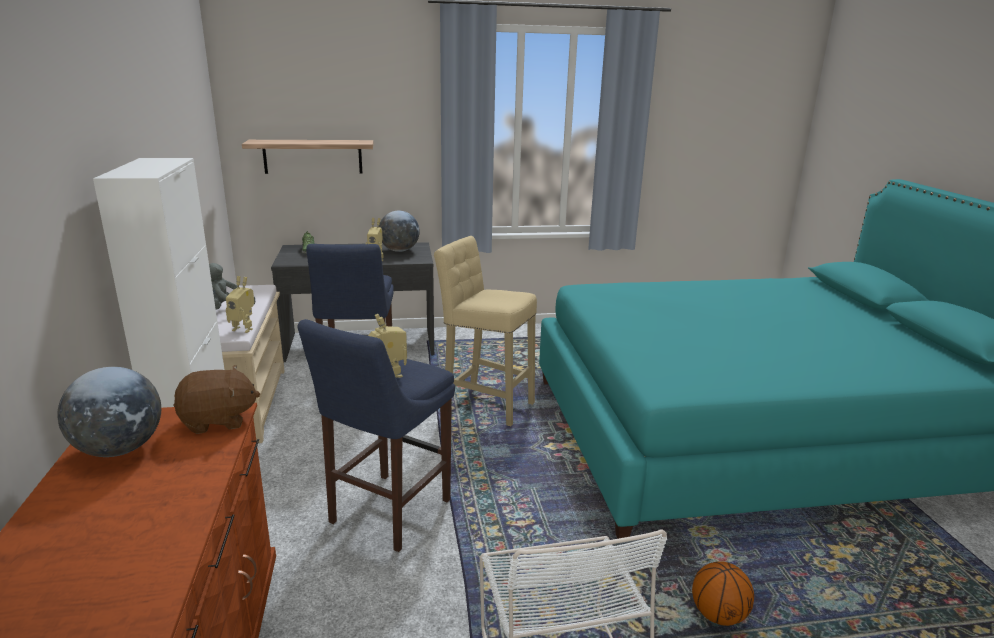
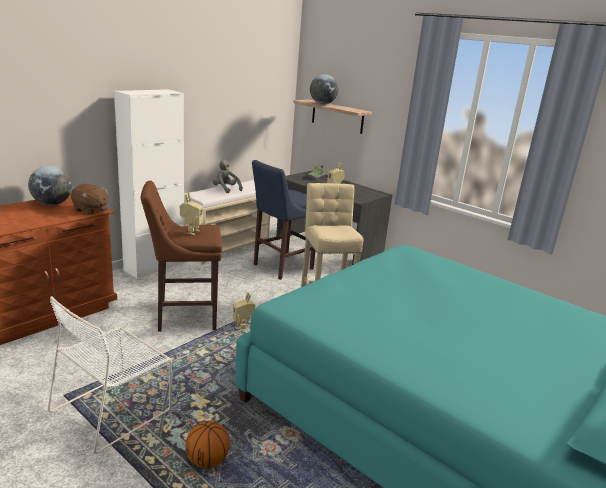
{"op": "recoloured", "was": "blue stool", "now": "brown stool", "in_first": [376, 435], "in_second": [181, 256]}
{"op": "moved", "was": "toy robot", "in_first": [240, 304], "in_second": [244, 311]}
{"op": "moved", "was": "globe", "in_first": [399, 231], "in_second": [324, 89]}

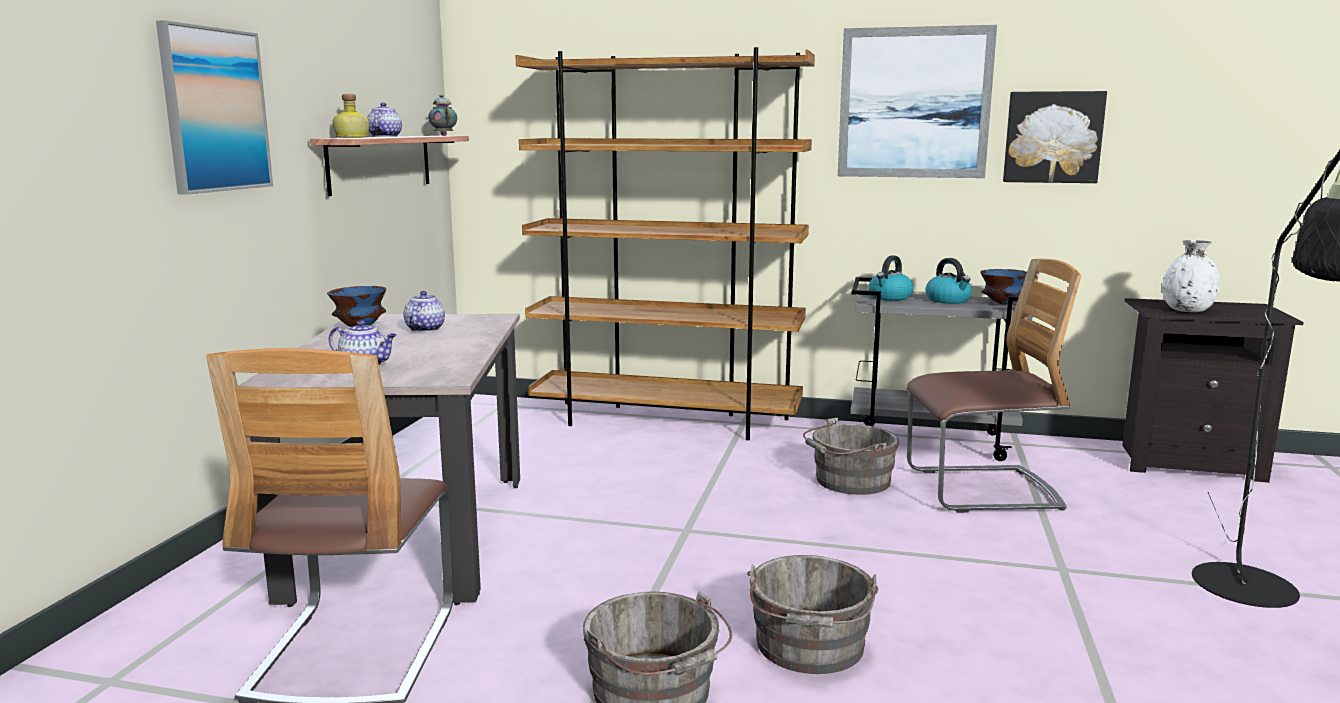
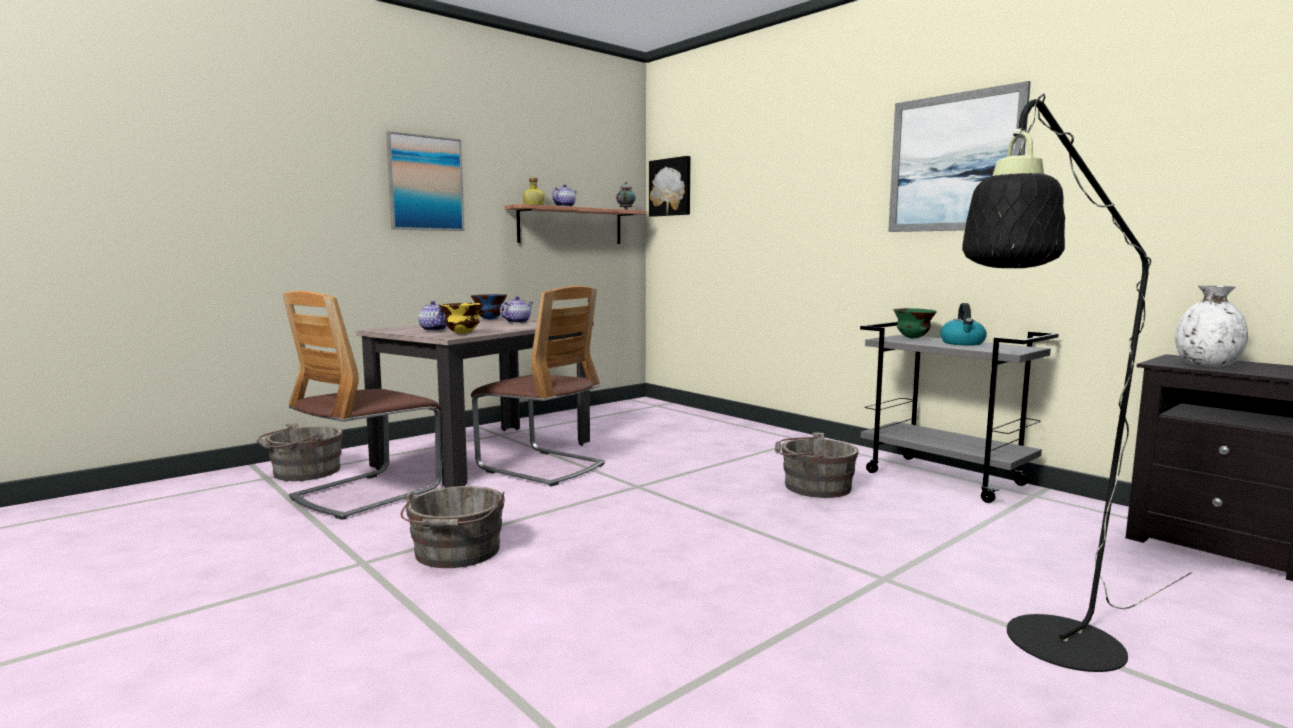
{"op": "moved", "was": "grey bucket", "in_first": [812, 614], "in_second": [300, 451]}
{"op": "added", "now": "yellow bowl", "in_second": [461, 318]}
{"op": "moved", "was": "chair", "in_first": [993, 386], "in_second": [538, 386]}
{"op": "moved", "was": "picture", "in_first": [1055, 137], "in_second": [670, 186]}
{"op": "replaced", "was": "kettle", "now": "green bowl", "in_first": [890, 278], "in_second": [915, 323]}
{"op": "removed", "was": "brown bookcase", "in_first": [665, 243]}
{"op": "removed", "was": "blue bowl", "in_first": [1003, 286]}

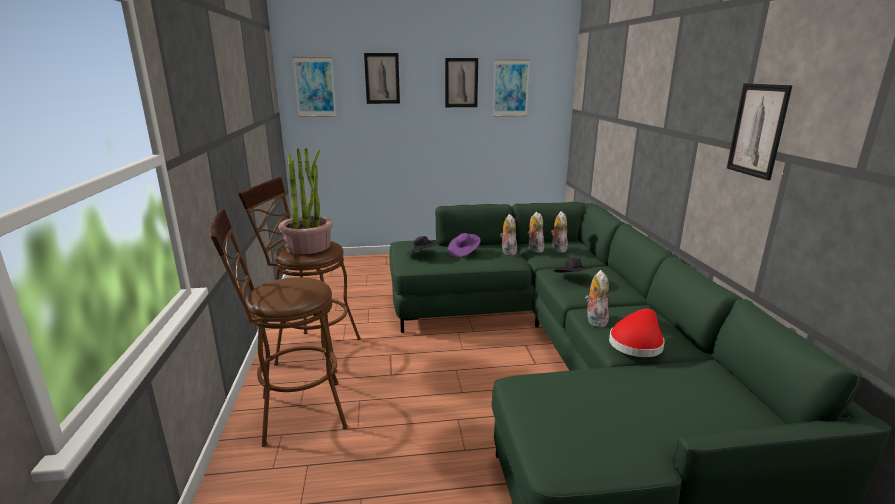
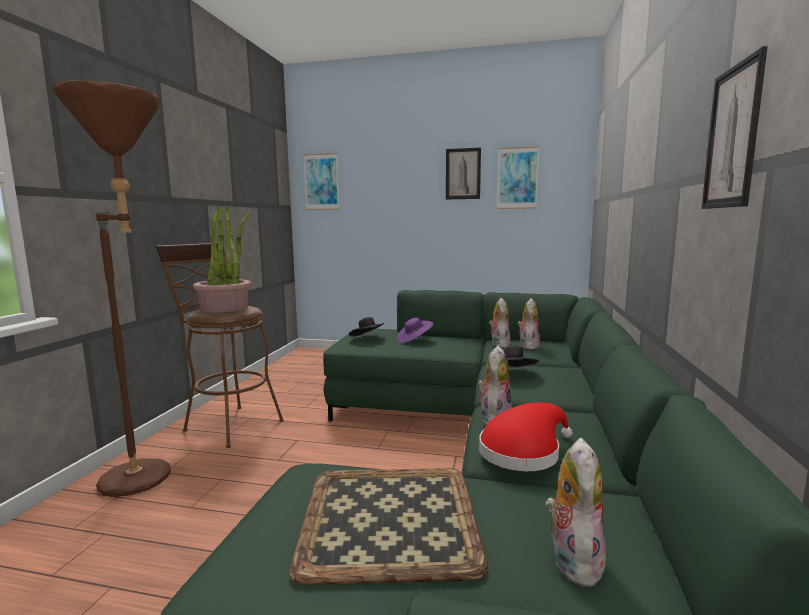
{"op": "replaced", "was": "brown stool", "now": "brown floor lamp", "in_first": [279, 328], "in_second": [111, 289]}
{"op": "added", "now": "tray", "in_second": [388, 526]}
{"op": "moved", "was": "plush toy", "in_first": [508, 235], "in_second": [576, 512]}
{"op": "removed", "was": "picture", "in_first": [382, 78]}

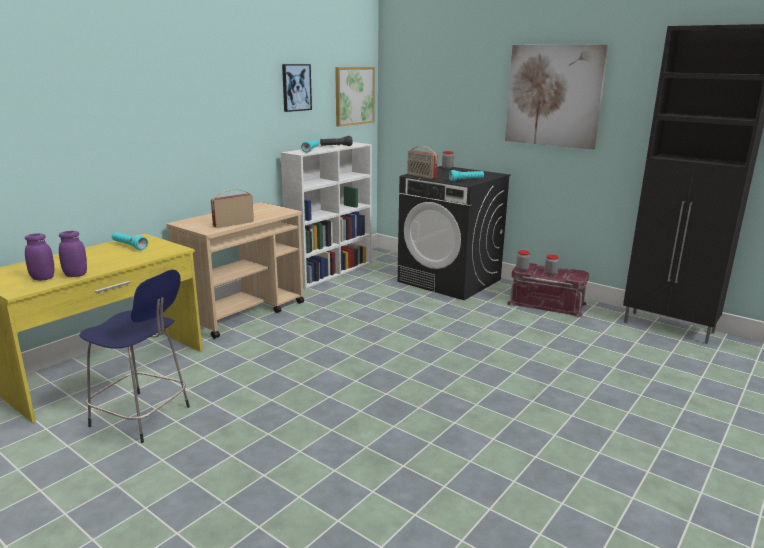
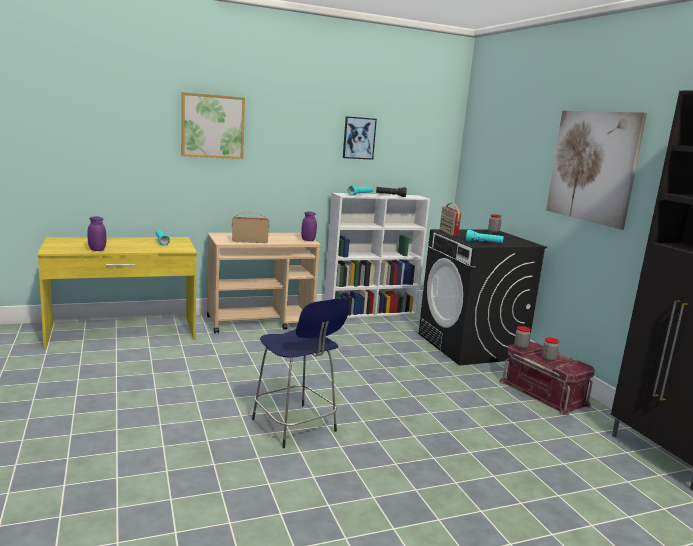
{"op": "moved", "was": "picture", "in_first": [355, 97], "in_second": [213, 125]}
{"op": "moved", "was": "blue stool", "in_first": [134, 356], "in_second": [301, 373]}
{"op": "moved", "was": "purple jar", "in_first": [39, 257], "in_second": [309, 226]}

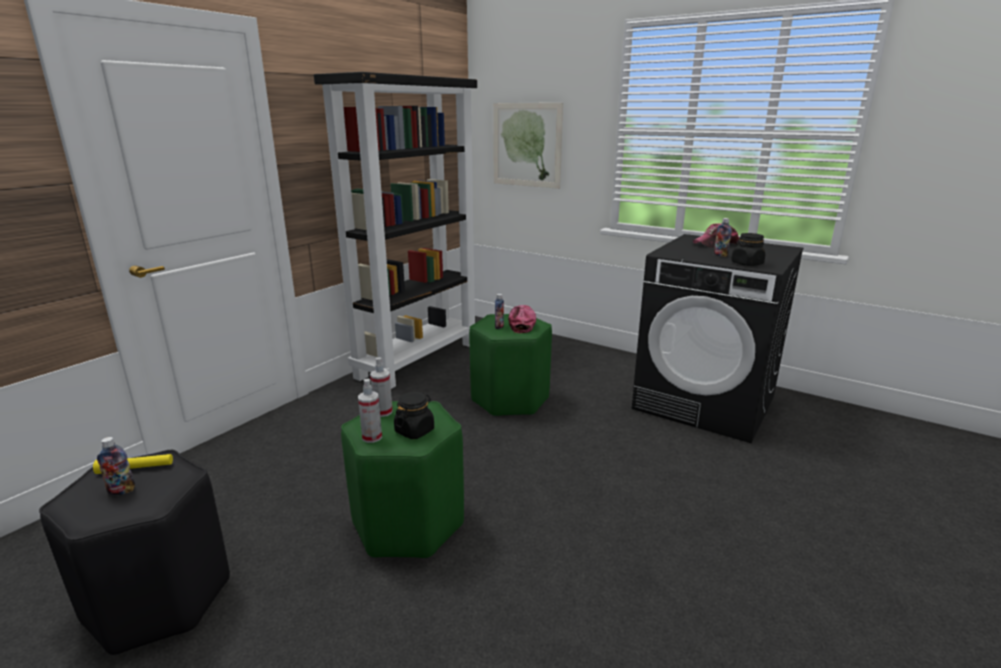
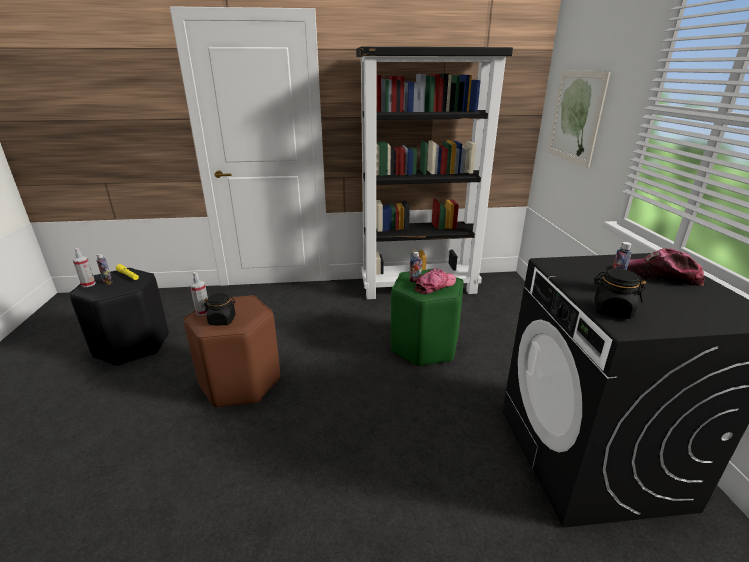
{"op": "moved", "was": "spray bottle", "in_first": [381, 387], "in_second": [84, 267]}
{"op": "recoloured", "was": "green stool", "now": "brown stool", "in_first": [402, 480], "in_second": [232, 351]}

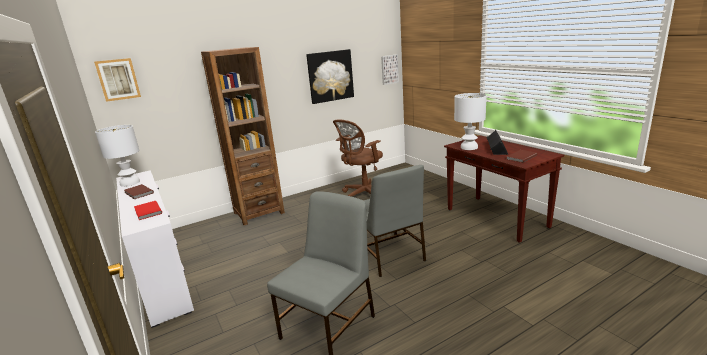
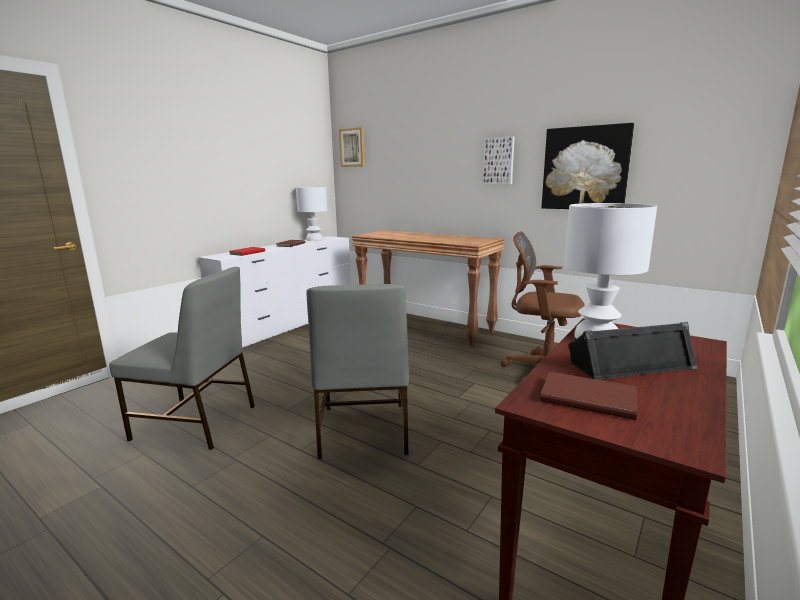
{"op": "turned", "was": "grey chair", "in_first": [394, 221], "in_second": [357, 371], "clockwise": -45}
{"op": "replaced", "was": "brown bookcase", "now": "brown console table", "in_first": [243, 136], "in_second": [428, 288]}
{"op": "moved", "was": "picture", "in_first": [390, 69], "in_second": [499, 160]}

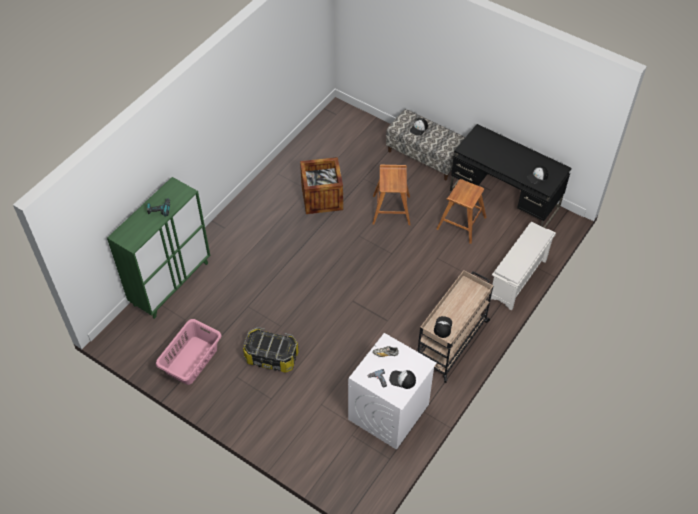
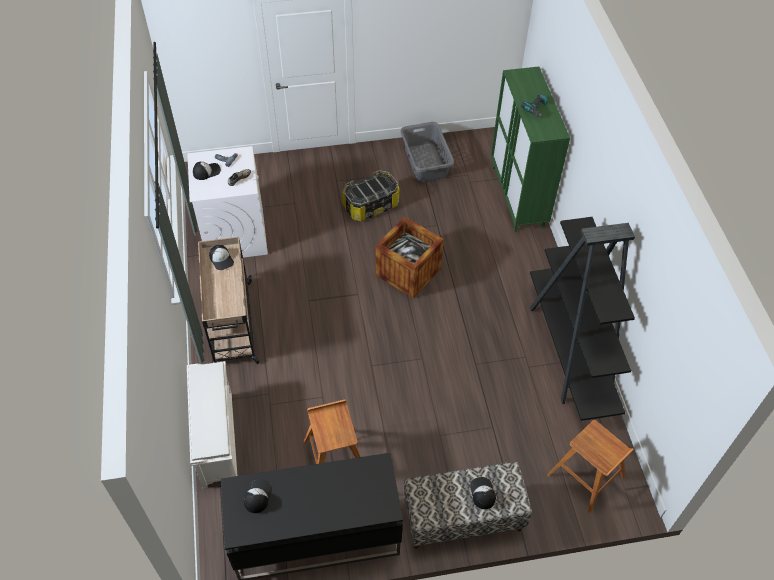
{"op": "moved", "was": "crate", "in_first": [321, 185], "in_second": [409, 258]}
{"op": "recoloured", "was": "pink laundry basket", "now": "grey laundry basket", "in_first": [189, 352], "in_second": [427, 152]}
{"op": "added", "now": "black bookcase", "in_second": [582, 319]}
{"op": "moved", "was": "brown stool", "in_first": [391, 195], "in_second": [590, 466]}

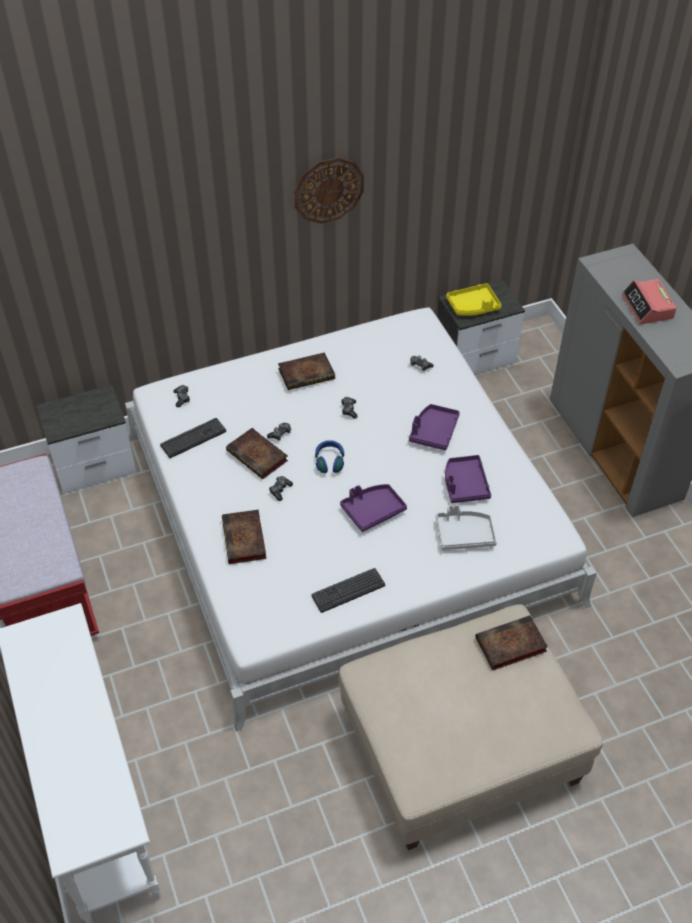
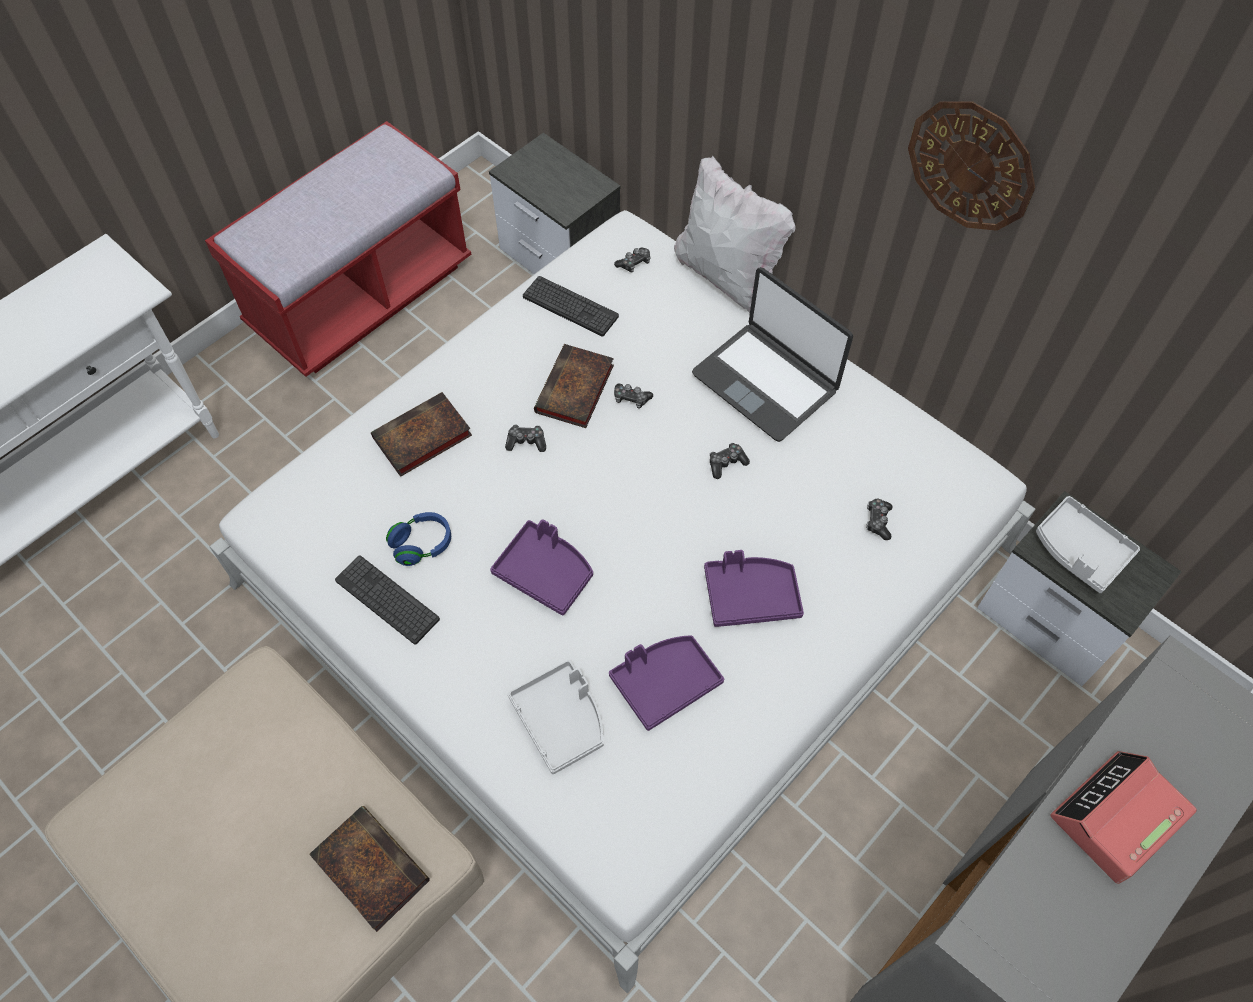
{"op": "moved", "was": "blue headphones", "in_first": [329, 456], "in_second": [418, 539]}
{"op": "added", "now": "white pillow", "in_second": [735, 234]}
{"op": "replaced", "was": "book", "now": "laptop", "in_first": [306, 371], "in_second": [772, 354]}
{"op": "recoloured", "was": "yellow tray", "now": "grey tray", "in_first": [474, 299], "in_second": [1088, 544]}

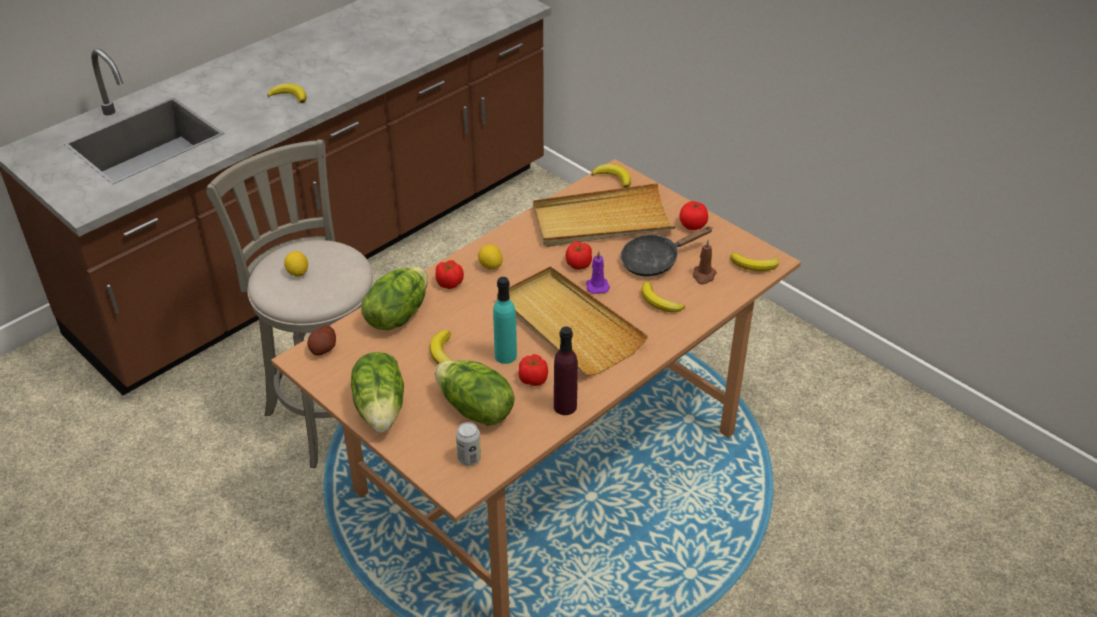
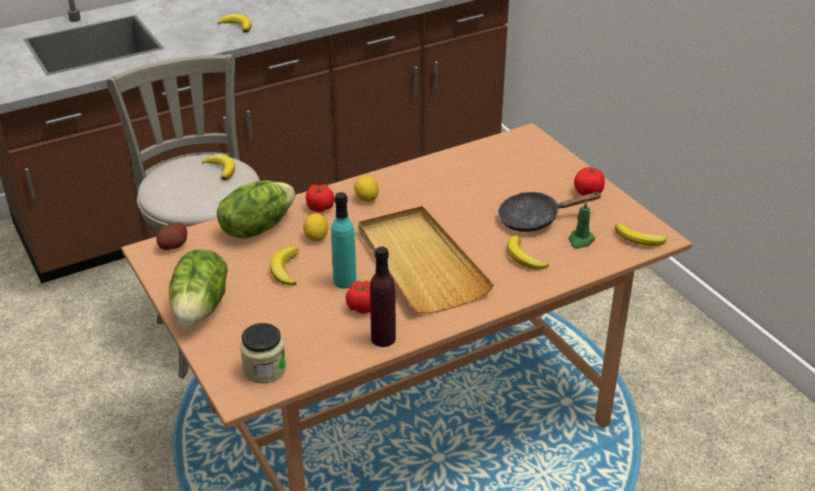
{"op": "moved", "was": "banana", "in_first": [611, 176], "in_second": [218, 167]}
{"op": "replaced", "was": "can", "now": "jar", "in_first": [468, 444], "in_second": [263, 353]}
{"op": "moved", "was": "lemon", "in_first": [296, 264], "in_second": [316, 227]}
{"op": "recoloured", "was": "brown candle", "now": "green candle", "in_first": [705, 262], "in_second": [582, 224]}
{"op": "removed", "was": "lettuce", "in_first": [475, 393]}
{"op": "removed", "was": "beige tray", "in_first": [604, 215]}
{"op": "removed", "was": "tomato", "in_first": [578, 255]}
{"op": "removed", "was": "purple candle", "in_first": [598, 272]}

